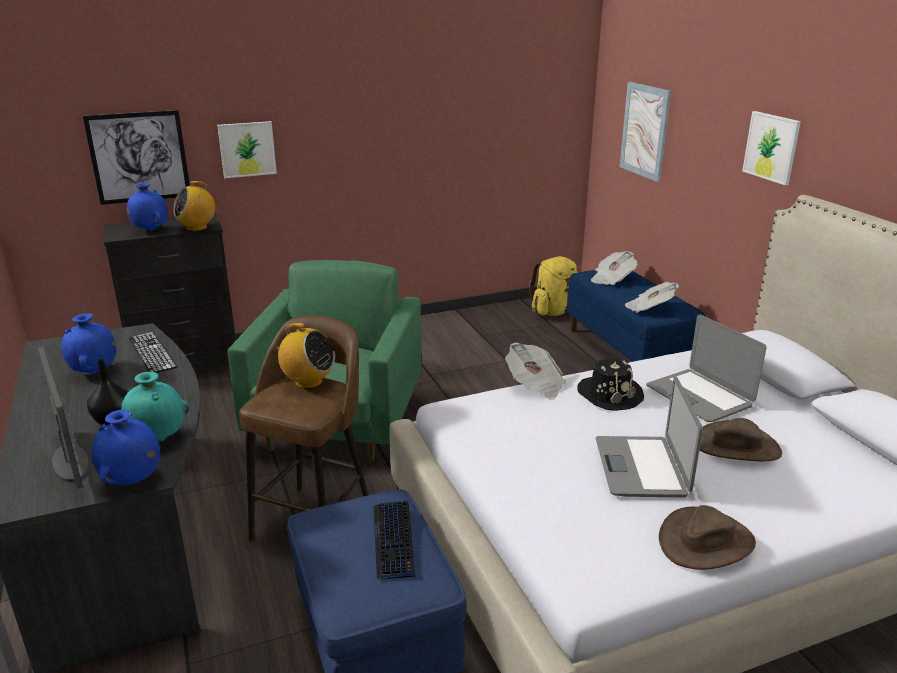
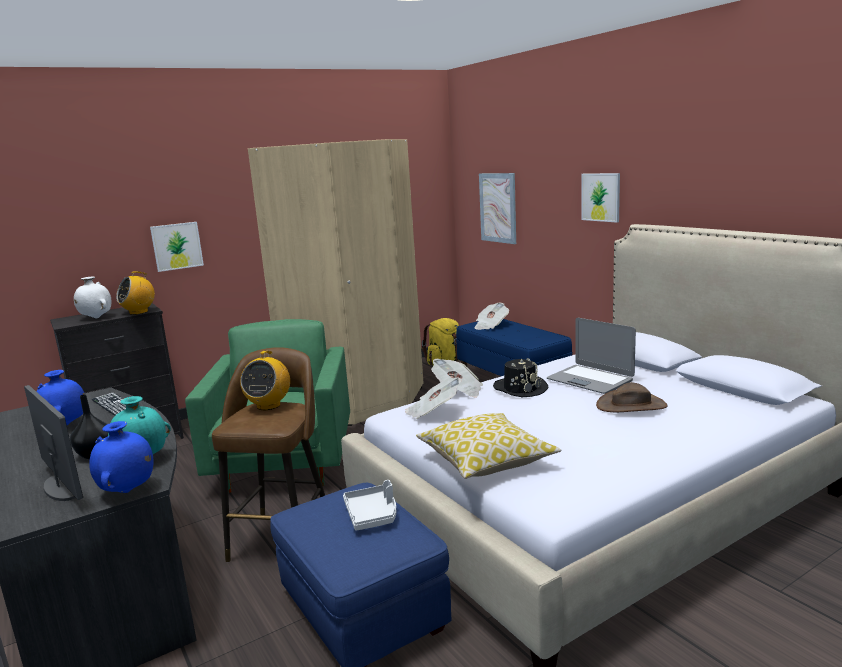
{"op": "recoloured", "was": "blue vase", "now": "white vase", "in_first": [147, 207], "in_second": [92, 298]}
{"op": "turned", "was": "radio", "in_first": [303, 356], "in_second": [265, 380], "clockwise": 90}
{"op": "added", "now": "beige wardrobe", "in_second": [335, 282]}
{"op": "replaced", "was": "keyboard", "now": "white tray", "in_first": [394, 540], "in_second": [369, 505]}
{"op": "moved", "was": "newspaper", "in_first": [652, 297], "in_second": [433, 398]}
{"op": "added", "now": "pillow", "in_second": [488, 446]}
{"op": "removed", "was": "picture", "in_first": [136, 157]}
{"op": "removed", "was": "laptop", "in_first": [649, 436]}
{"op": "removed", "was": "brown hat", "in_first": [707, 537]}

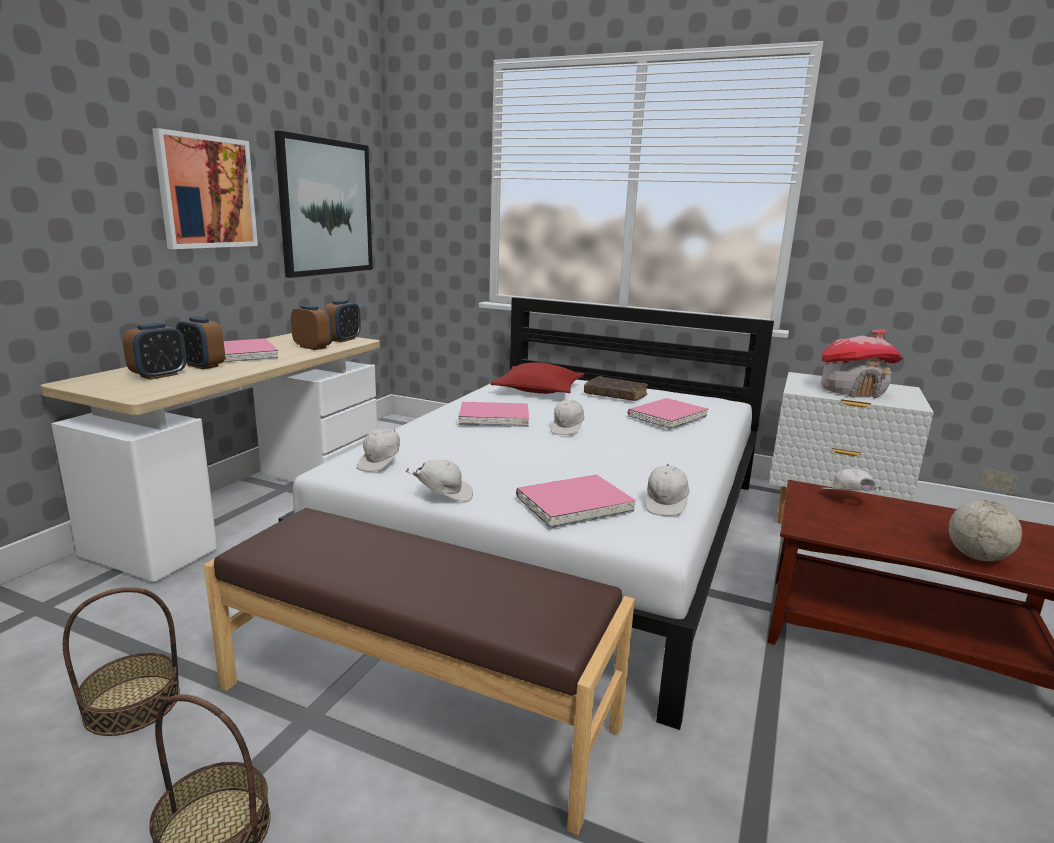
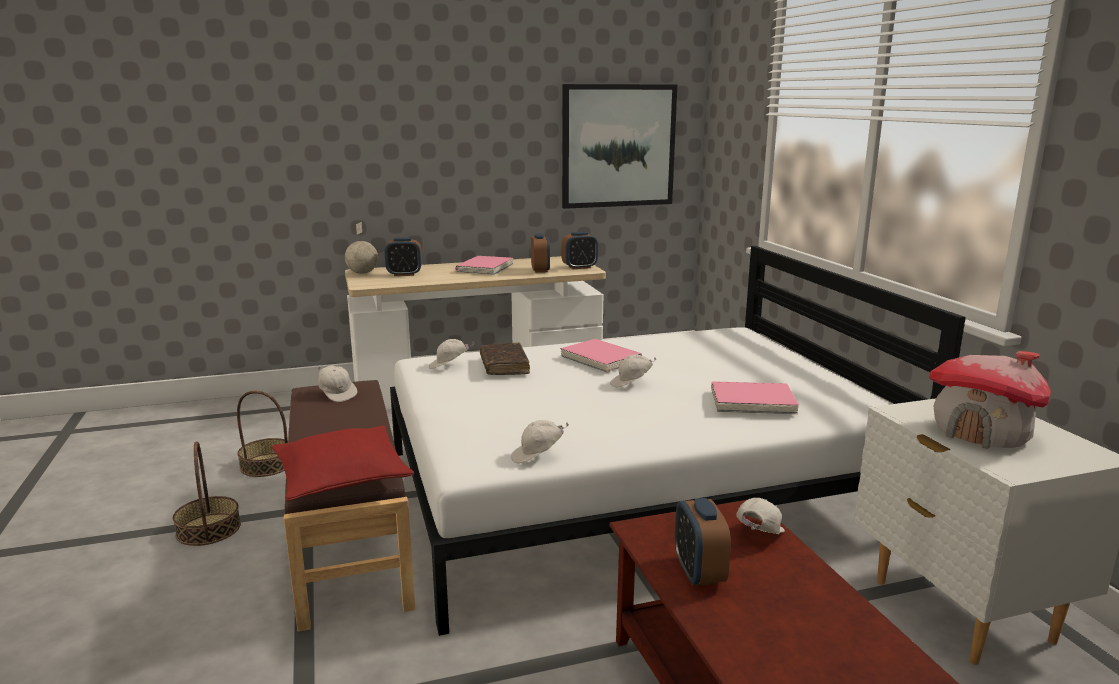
{"op": "moved", "was": "red pillow", "in_first": [538, 378], "in_second": [343, 463]}
{"op": "moved", "was": "white cap", "in_first": [439, 481], "in_second": [337, 383]}
{"op": "moved", "was": "globe", "in_first": [985, 514], "in_second": [361, 248]}
{"op": "moved", "was": "brown book", "in_first": [616, 388], "in_second": [505, 359]}
{"op": "moved", "was": "alarm clock", "in_first": [200, 343], "in_second": [703, 542]}
{"op": "removed", "was": "picture", "in_first": [205, 188]}
{"op": "removed", "was": "pink book", "in_first": [576, 501]}

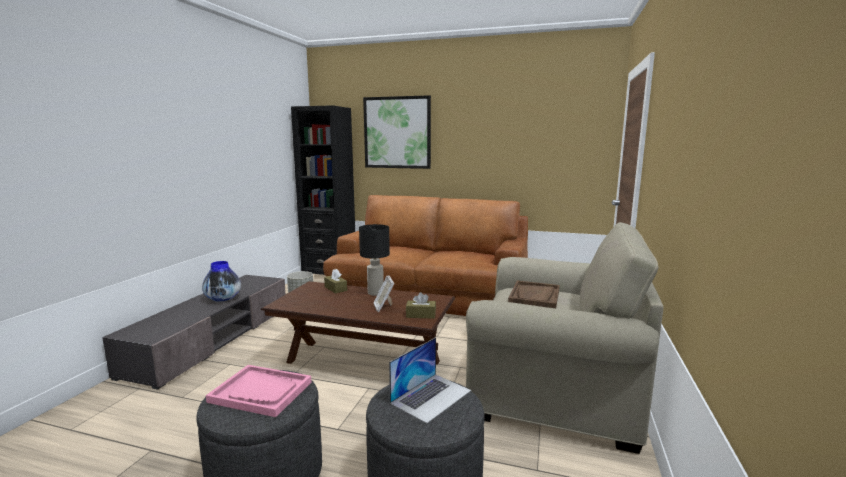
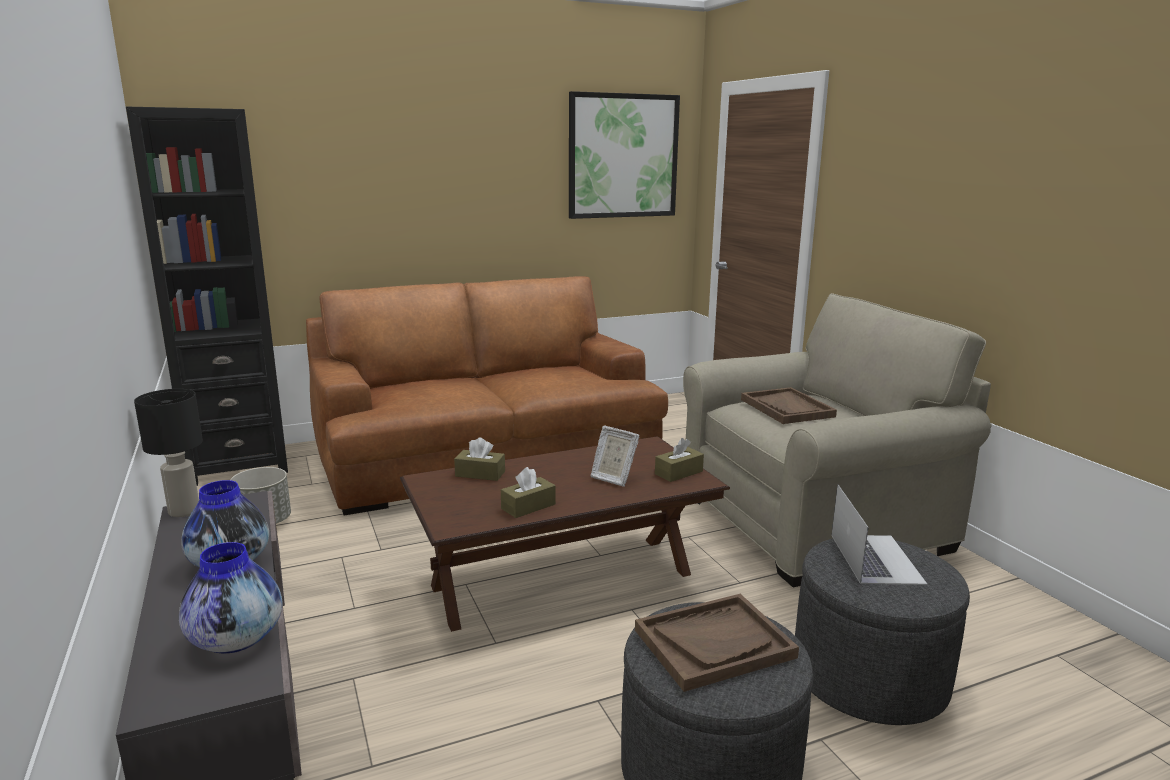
{"op": "moved", "was": "black table lamp", "in_first": [374, 260], "in_second": [168, 453]}
{"op": "added", "now": "vase", "in_second": [230, 598]}
{"op": "added", "now": "brown tissue box", "in_second": [528, 492]}
{"op": "moved", "was": "picture", "in_first": [397, 132], "in_second": [624, 155]}
{"op": "recoloured", "was": "pink tray", "now": "brown tray", "in_first": [258, 391], "in_second": [717, 643]}

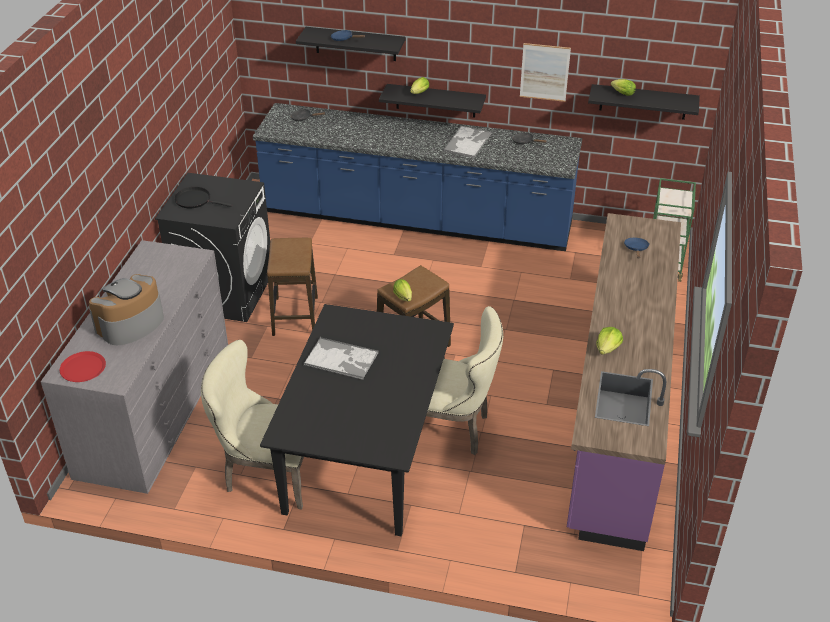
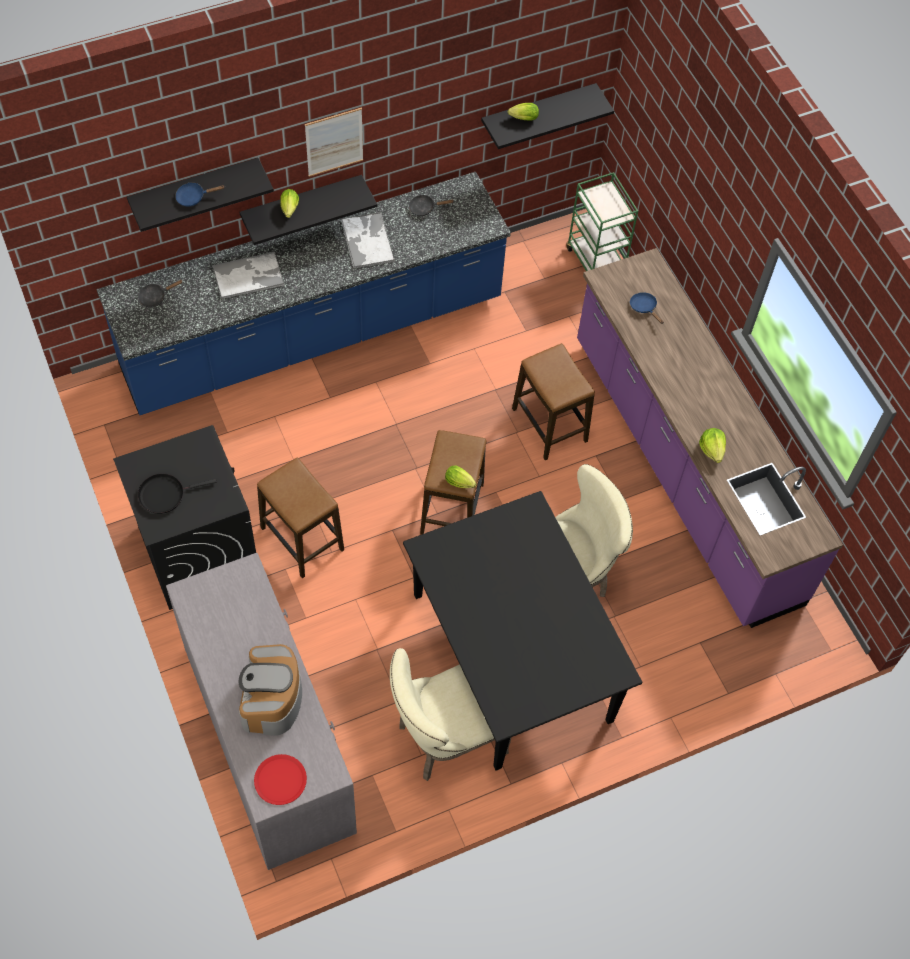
{"op": "moved", "was": "tray", "in_first": [341, 358], "in_second": [248, 275]}
{"op": "moved", "was": "picture", "in_first": [545, 72], "in_second": [334, 142]}
{"op": "added", "now": "stool", "in_second": [553, 401]}

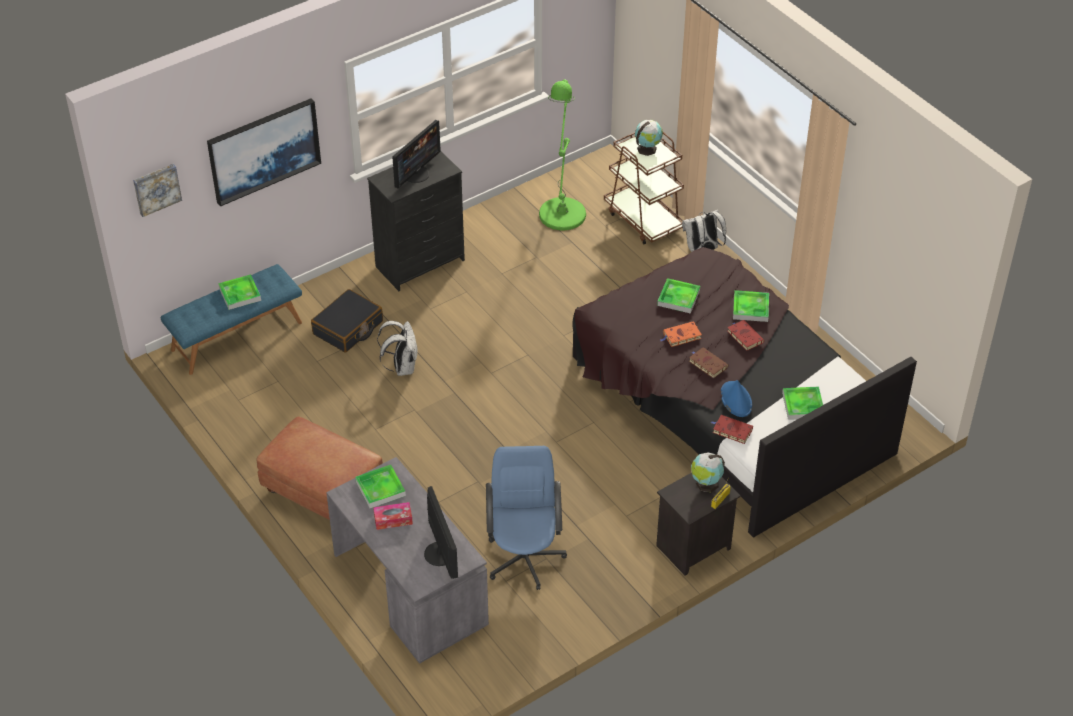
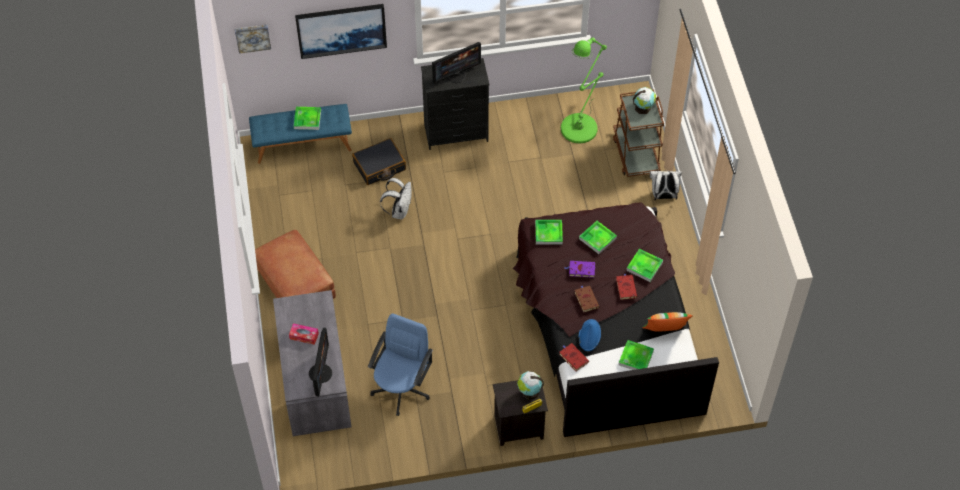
{"op": "moved", "was": "tray", "in_first": [380, 486], "in_second": [549, 232]}
{"op": "recoloured", "was": "orange book", "now": "purple book", "in_first": [681, 334], "in_second": [580, 269]}
{"op": "added", "now": "pillow", "in_second": [667, 322]}

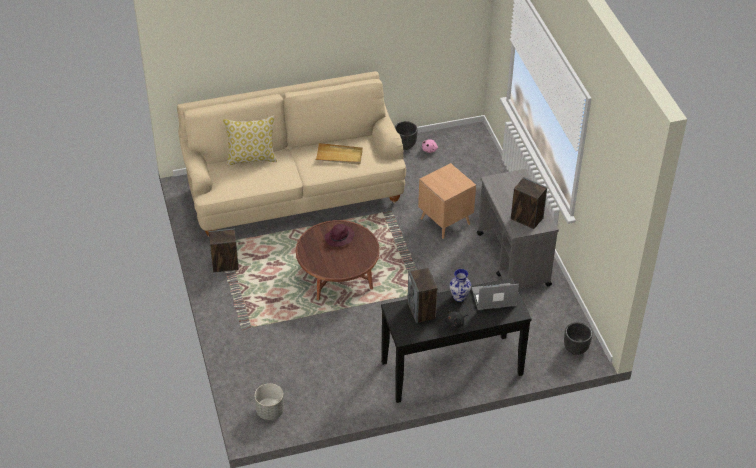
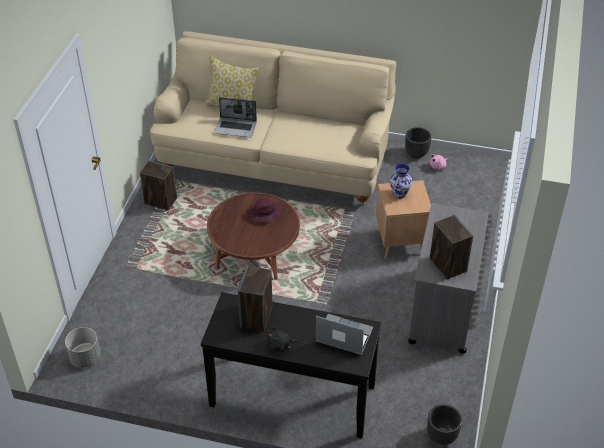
{"op": "added", "now": "laptop", "in_second": [235, 117]}
{"op": "moved", "was": "vase", "in_first": [460, 285], "in_second": [401, 181]}
{"op": "removed", "was": "beige tray", "in_first": [339, 154]}

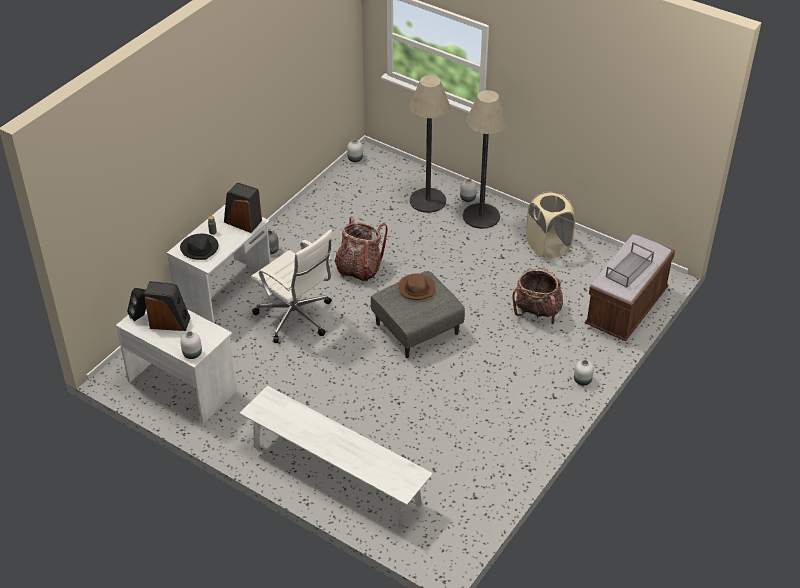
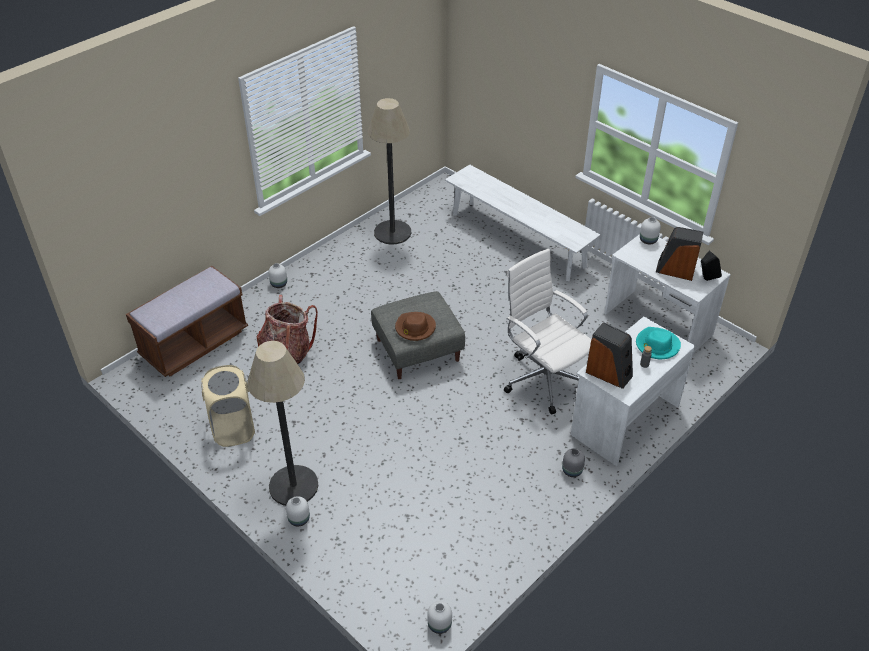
{"op": "moved", "was": "floor lamp", "in_first": [430, 144], "in_second": [389, 171]}
{"op": "recoloured", "was": "black hat", "now": "turquoise hat", "in_first": [199, 247], "in_second": [658, 343]}
{"op": "removed", "was": "backpack", "in_first": [361, 248]}
{"op": "removed", "was": "grey tray", "in_first": [630, 265]}

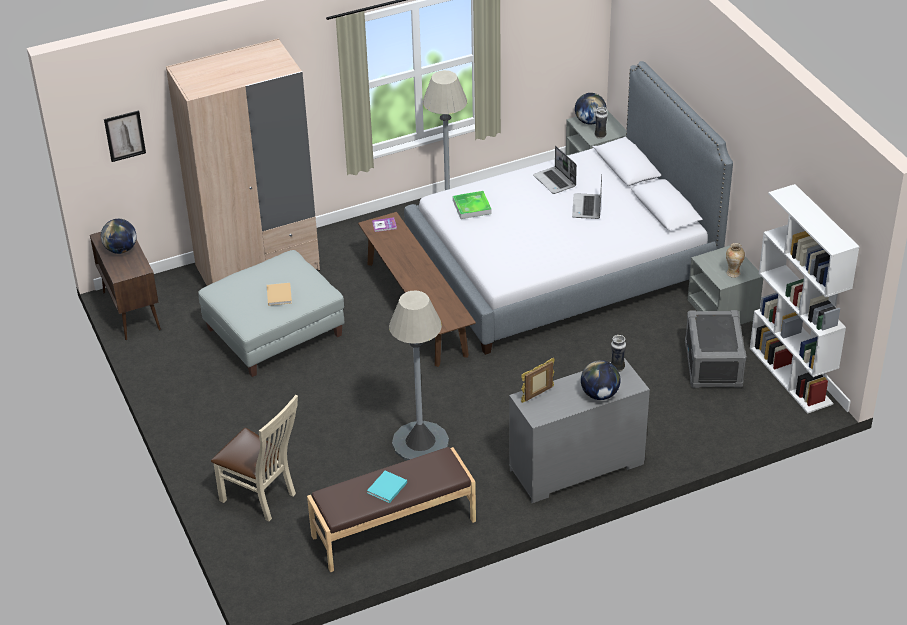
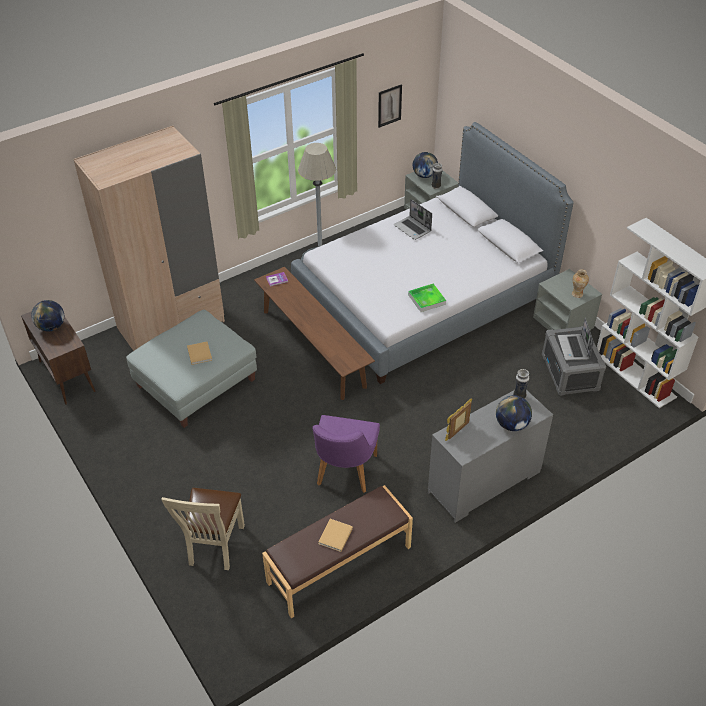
{"op": "turned", "was": "beige chair", "in_first": [254, 458], "in_second": [203, 529], "clockwise": 75}
{"op": "replaced", "was": "grey floor lamp", "now": "purple chair", "in_first": [419, 375], "in_second": [346, 454]}
{"op": "recoloured", "was": "turquoise book", "now": "beige book", "in_first": [387, 487], "in_second": [335, 535]}
{"op": "moved", "was": "picture", "in_first": [125, 136], "in_second": [390, 106]}
{"op": "moved", "was": "tray", "in_first": [472, 205], "in_second": [427, 298]}
{"op": "moved", "was": "laptop", "in_first": [587, 196], "in_second": [576, 339]}

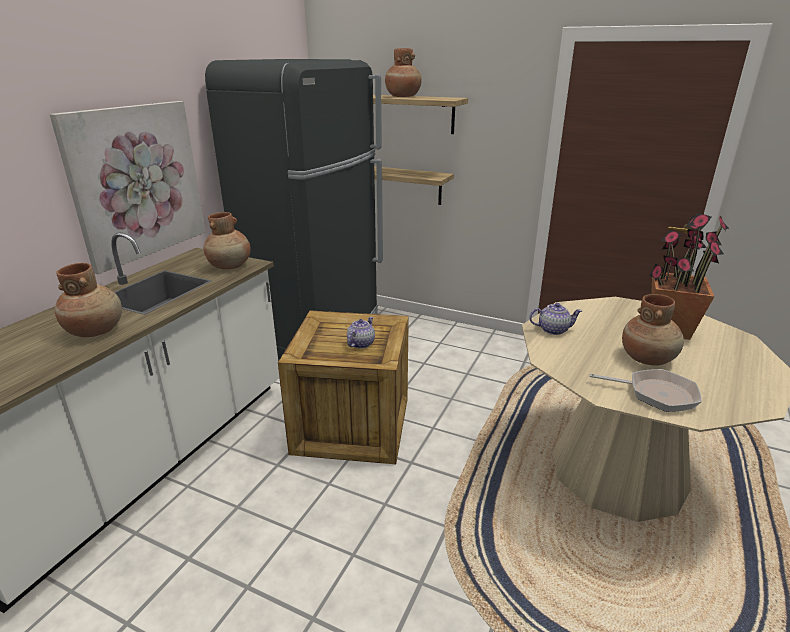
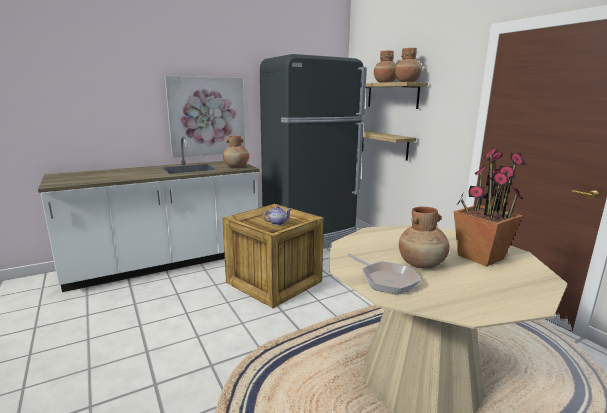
{"op": "moved", "was": "brown vase", "in_first": [88, 300], "in_second": [409, 65]}
{"op": "removed", "was": "teapot", "in_first": [555, 319]}

